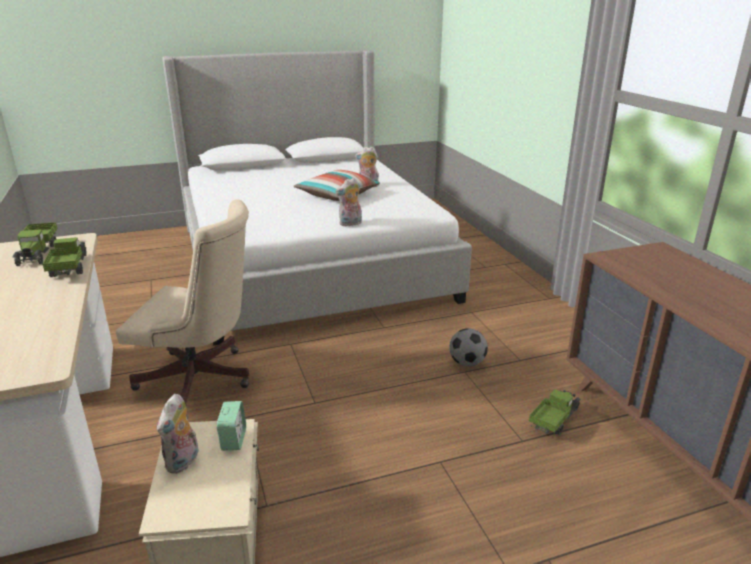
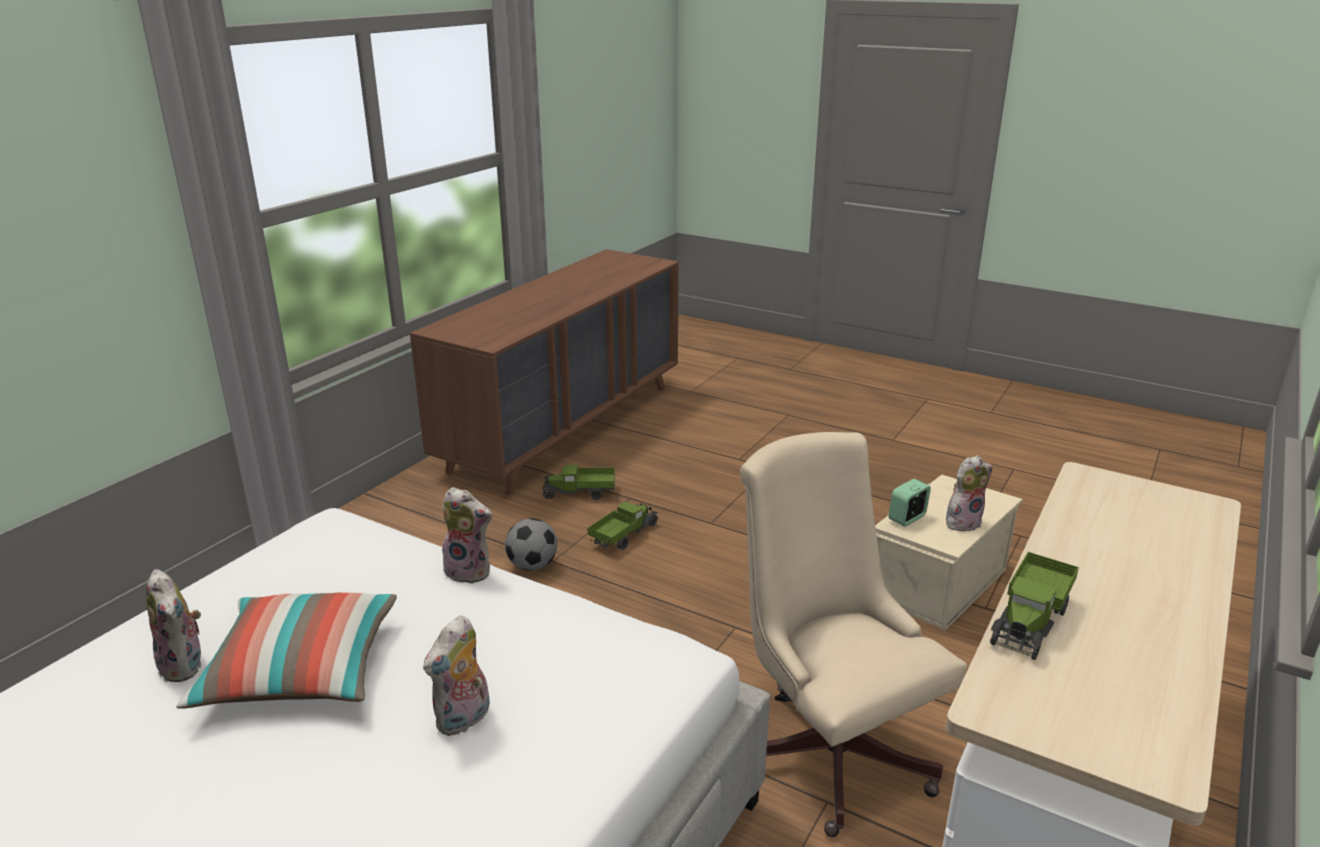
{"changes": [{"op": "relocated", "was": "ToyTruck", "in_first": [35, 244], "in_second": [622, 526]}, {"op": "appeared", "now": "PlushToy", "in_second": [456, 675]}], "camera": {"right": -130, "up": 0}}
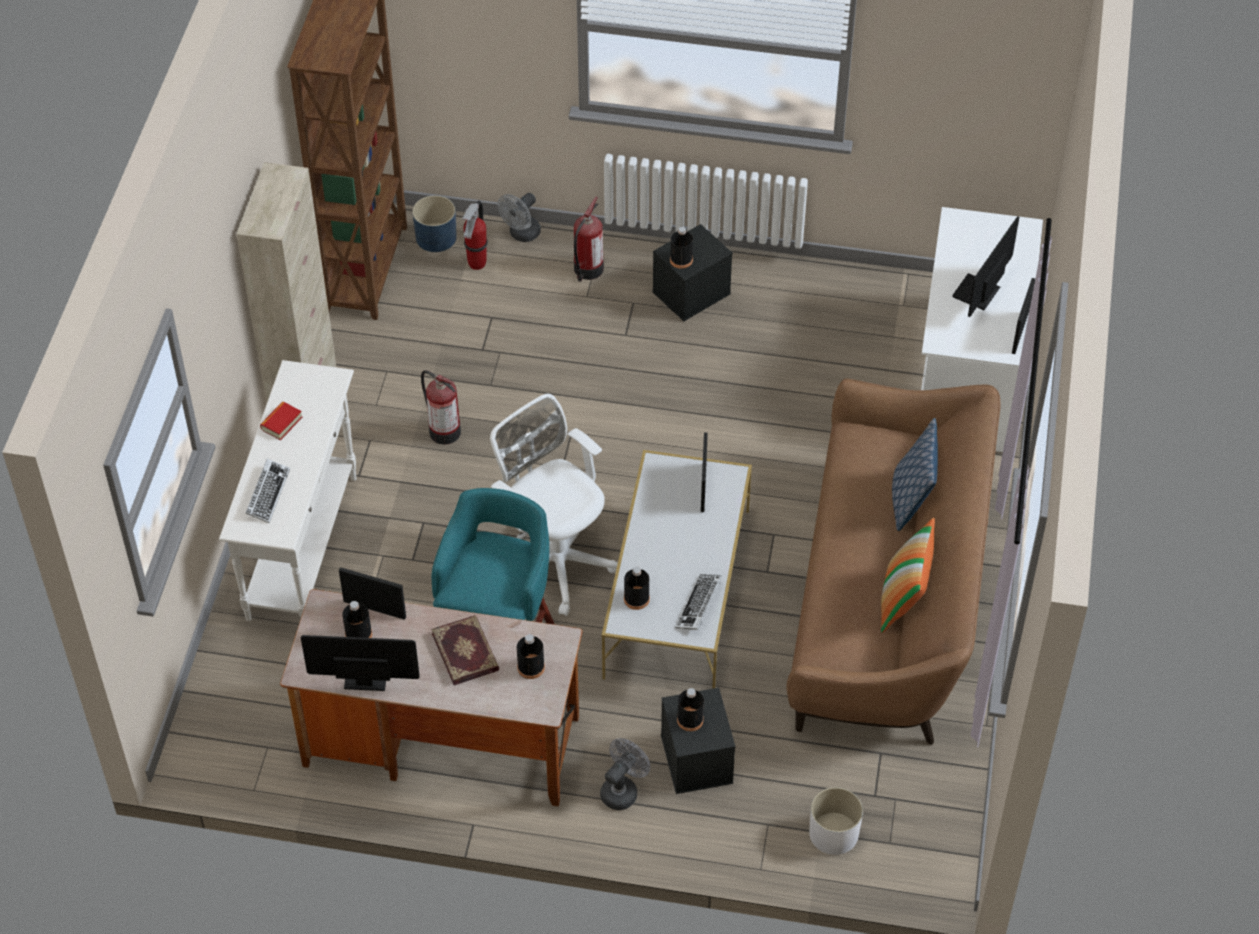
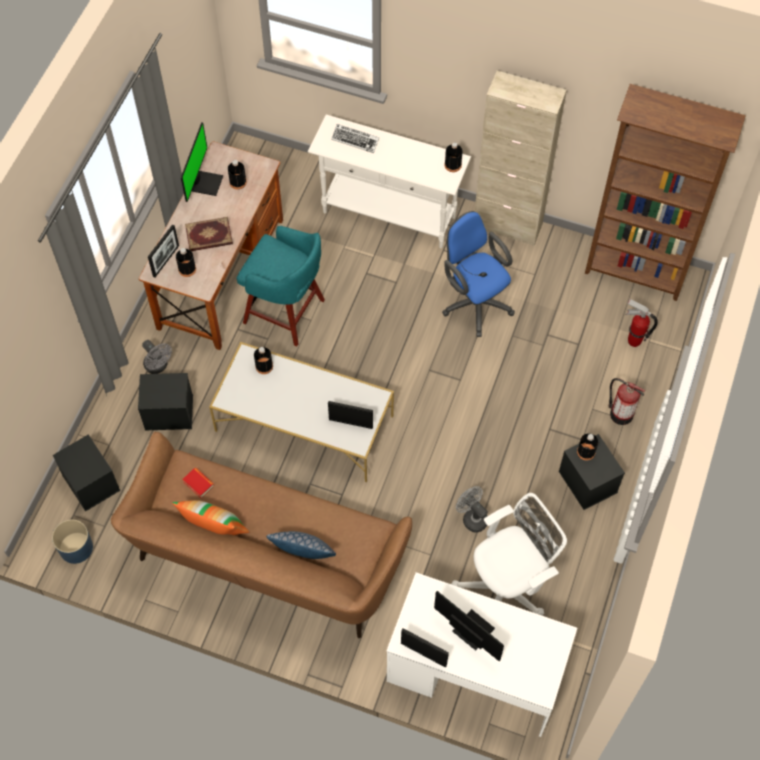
{"changes": [{"op": "relocated", "was": "Book", "in_first": [281, 421], "in_second": [198, 483]}, {"op": "relocated", "was": "PictureFrame", "in_first": [372, 593], "in_second": [163, 250]}, {"op": "relocated", "was": "BluePlanter", "in_first": [434, 224], "in_second": [72, 541]}, {"op": "exchanged", "was": "FireExtinguisher", "now": "BlueOfficeChair", "in_first": [441, 407], "in_second": [478, 274]}, {"op": "relocated", "was": "WhiteOfficeChair", "in_first": [554, 505], "in_second": [509, 554]}, {"op": "relocated", "was": "GreyFan", "in_first": [519, 217], "in_second": [472, 509]}, {"op": "missing", "was": "Keyboard", "in_first": [699, 602]}, {"op": "relocated", "was": "BlackBottle", "in_first": [690, 709], "in_second": [454, 157]}, {"op": "exchanged", "was": "WhitePlanter", "now": "BlackStorageBox", "in_first": [836, 821], "in_second": [86, 473]}], "camera": {"right": 100, "up": 10}}
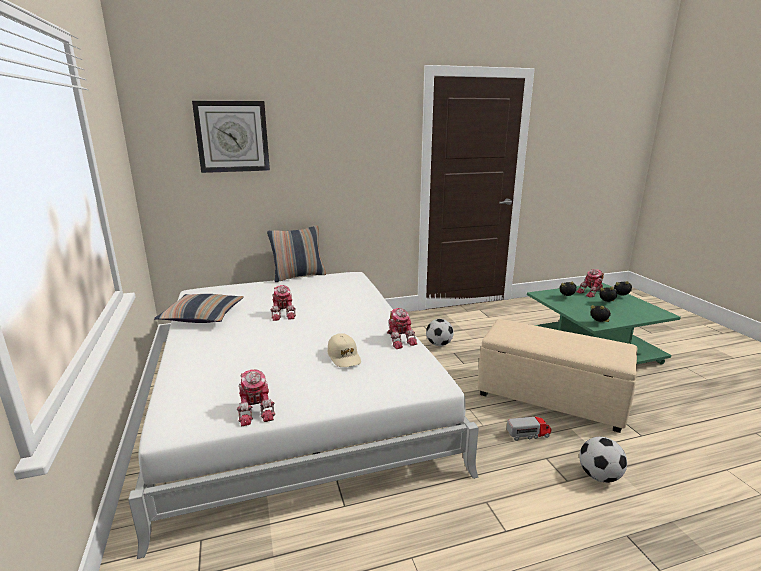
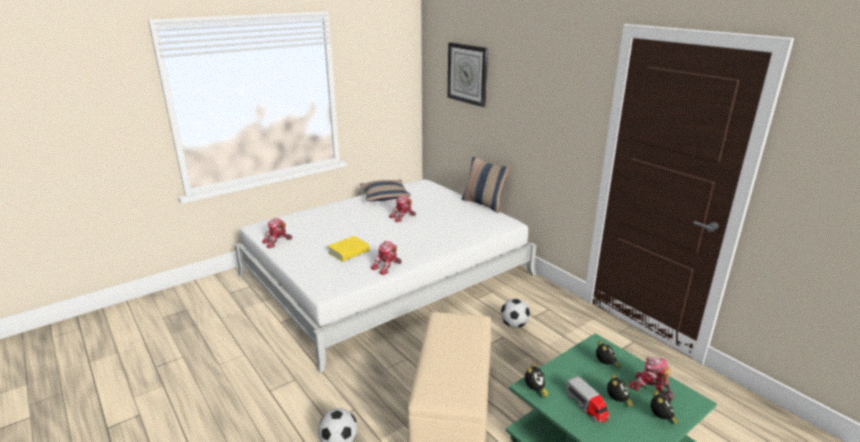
{"changes": [{"op": "exchanged", "was": "BeigeCap", "now": "YellowBook", "in_first": [344, 350], "in_second": [348, 249]}, {"op": "relocated", "was": "ToyTruck", "in_first": [529, 428], "in_second": [587, 399]}], "camera": {"right": 70, "up": 5}}
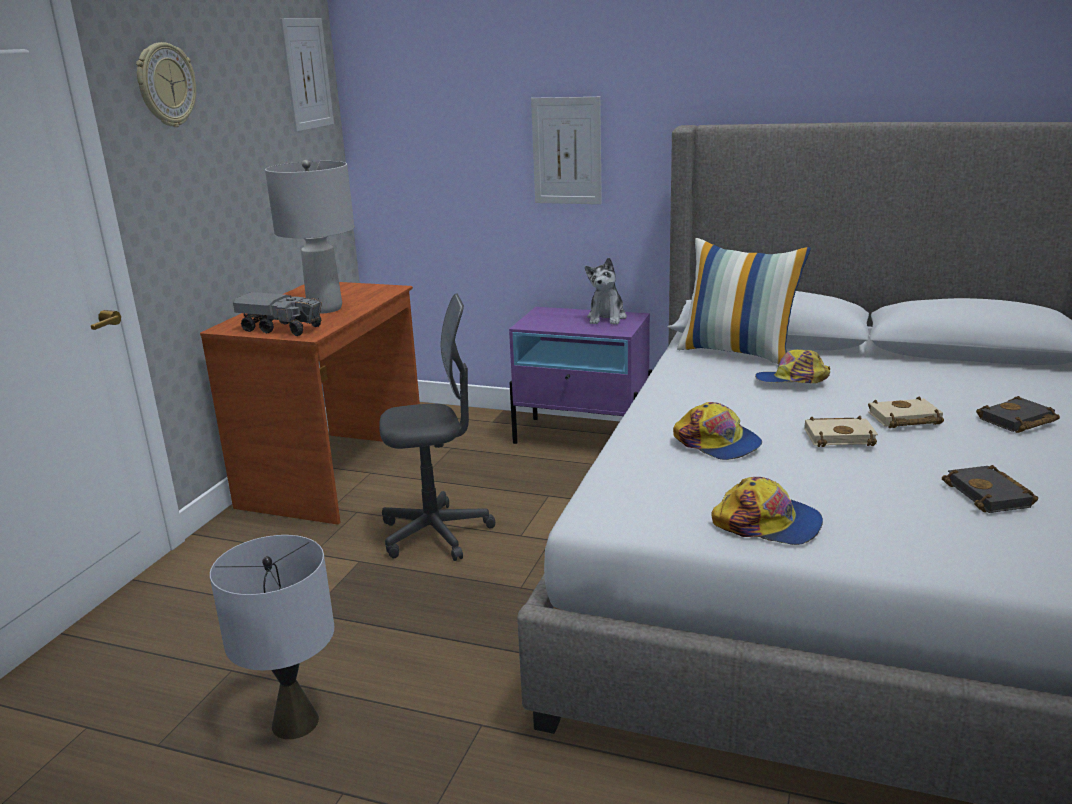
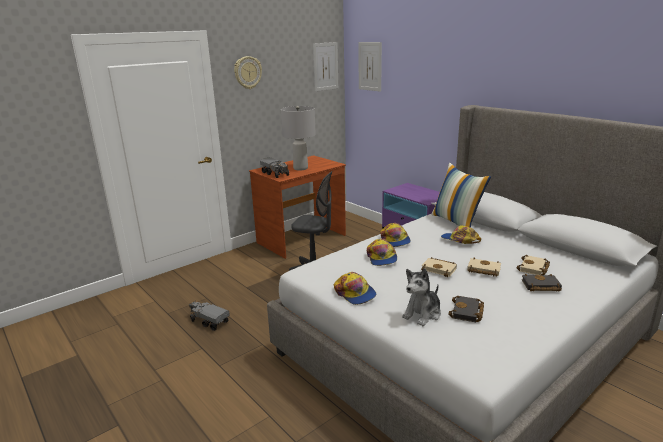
{"changes": [{"op": "exchanged", "was": "GreyTableLamp", "now": "ToyTruck", "in_first": [272, 637], "in_second": [209, 316]}, {"op": "relocated", "was": "Picture", "in_first": [566, 150], "in_second": [370, 67]}, {"op": "relocated", "was": "PlushToy", "in_first": [606, 291], "in_second": [421, 297]}, {"op": "appeared", "now": "Cap", "in_second": [395, 235]}, {"op": "appeared", "now": "BeigeBook", "in_second": [533, 265]}], "camera": {"right": 30, "up": 0}}
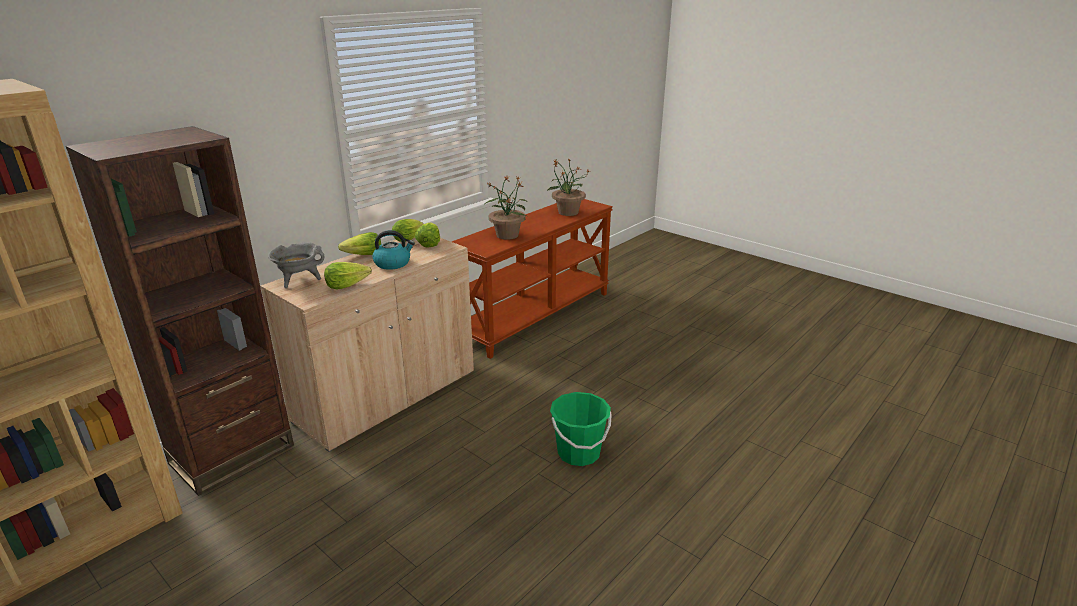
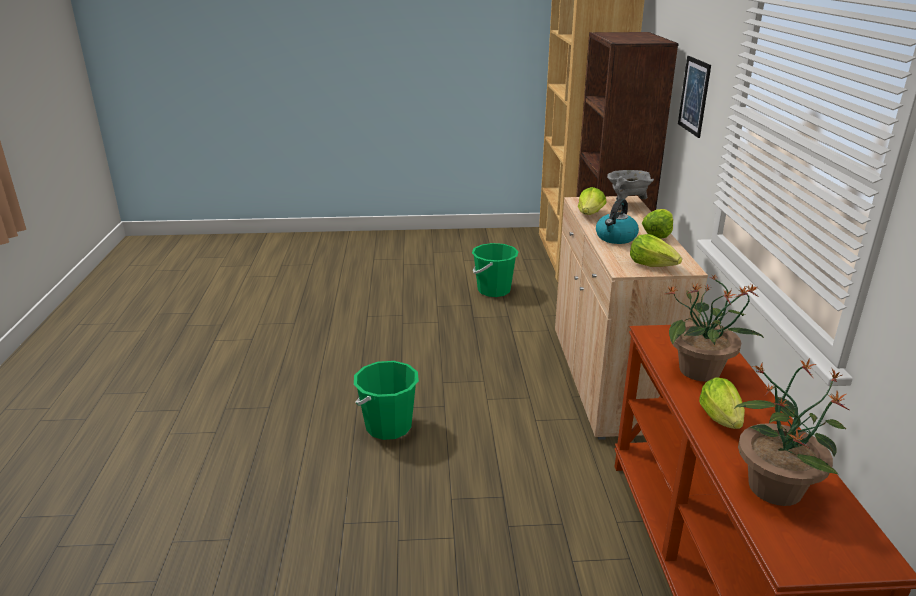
{"changes": [{"op": "relocated", "was": "Lettuce", "in_first": [407, 230], "in_second": [722, 403]}, {"op": "appeared", "now": "GreenBucket", "in_second": [495, 270]}, {"op": "appeared", "now": "Picture", "in_second": [694, 97]}], "camera": {"right": 135, "up": 0}}
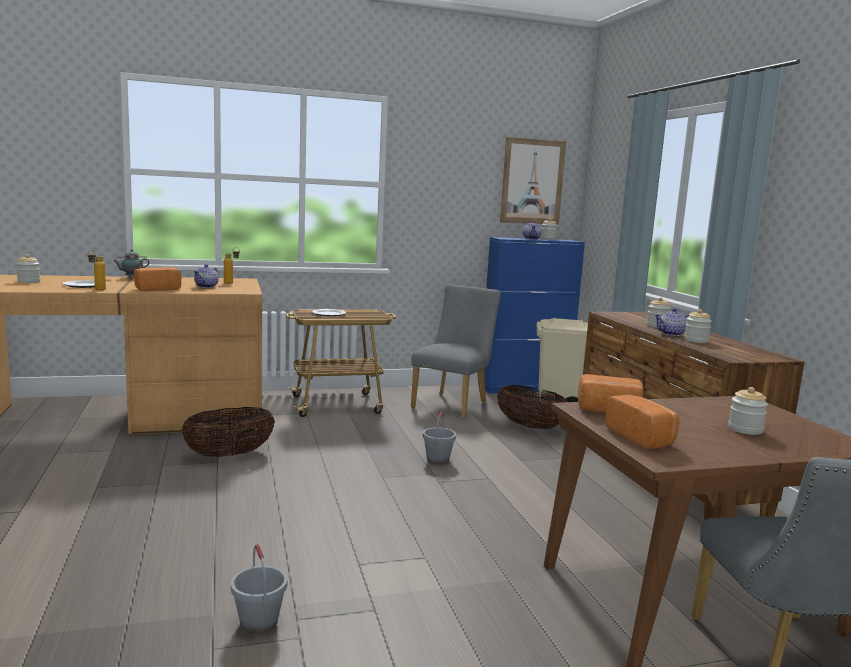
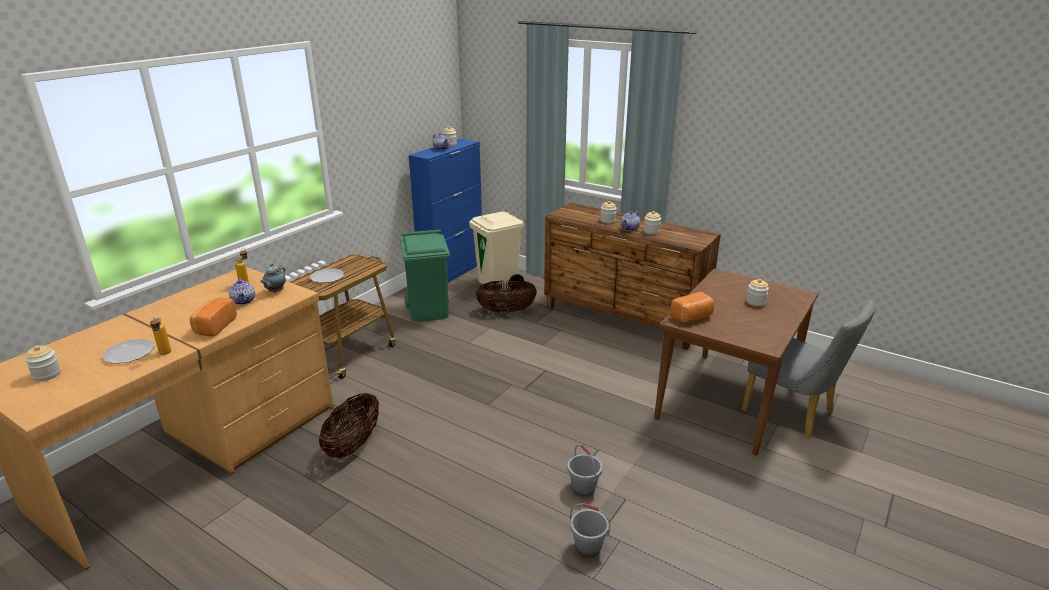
{"changes": [{"op": "relocated", "was": "Teapot", "in_first": [131, 263], "in_second": [273, 278]}, {"op": "exchanged", "was": "GreyChair", "now": "GreenTrashCan", "in_first": [456, 352], "in_second": [425, 275]}, {"op": "relocated", "was": "GreyBucket", "in_first": [439, 438], "in_second": [584, 470]}, {"op": "missing", "was": "Picture", "in_first": [533, 181]}, {"op": "missing", "was": "Bread", "in_first": [642, 422]}], "camera": {"right": -40, "up": 15}}
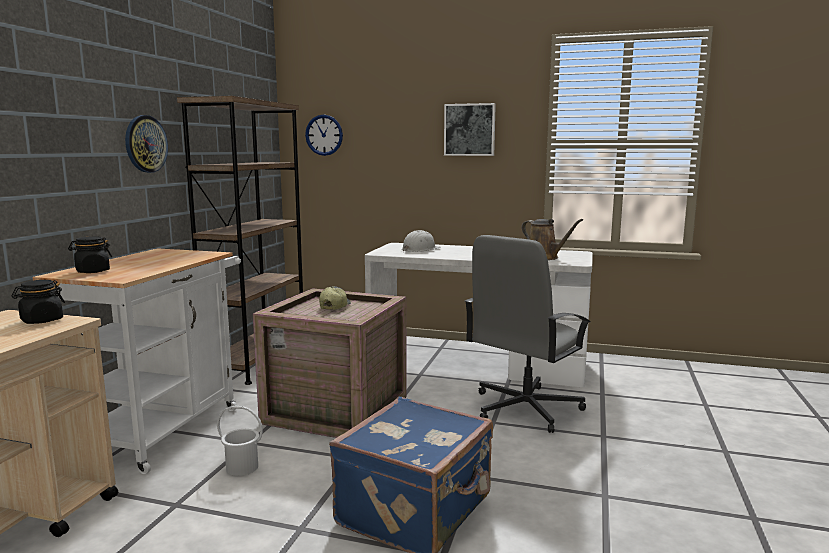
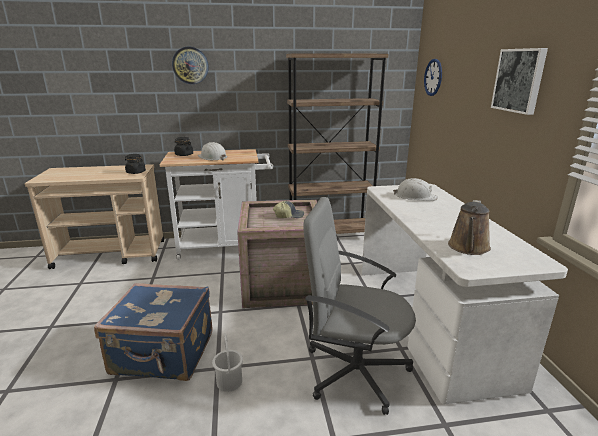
{"changes": [{"op": "relocated", "was": "WallClock", "in_first": [146, 144], "in_second": [190, 65]}, {"op": "relocated", "was": "WhiteBucket", "in_first": [240, 441], "in_second": [227, 362]}, {"op": "appeared", "now": "WhiteHardHat", "in_second": [212, 151]}], "camera": {"right": 65, "up": 10}}
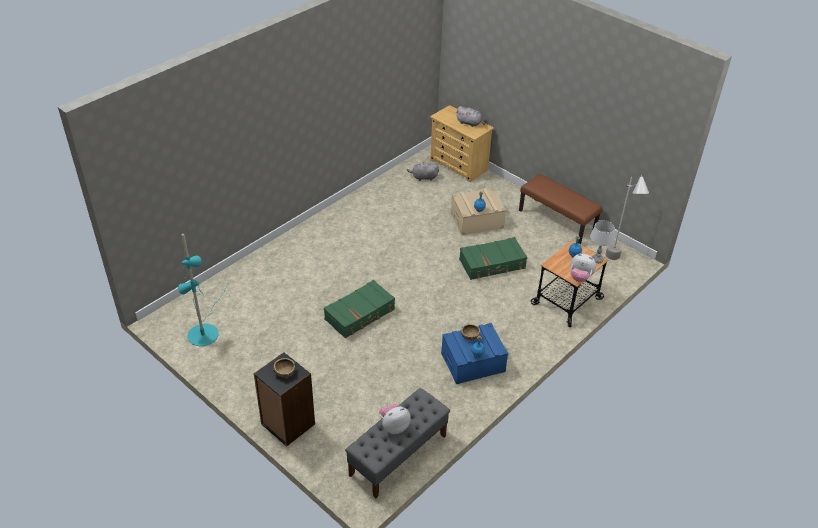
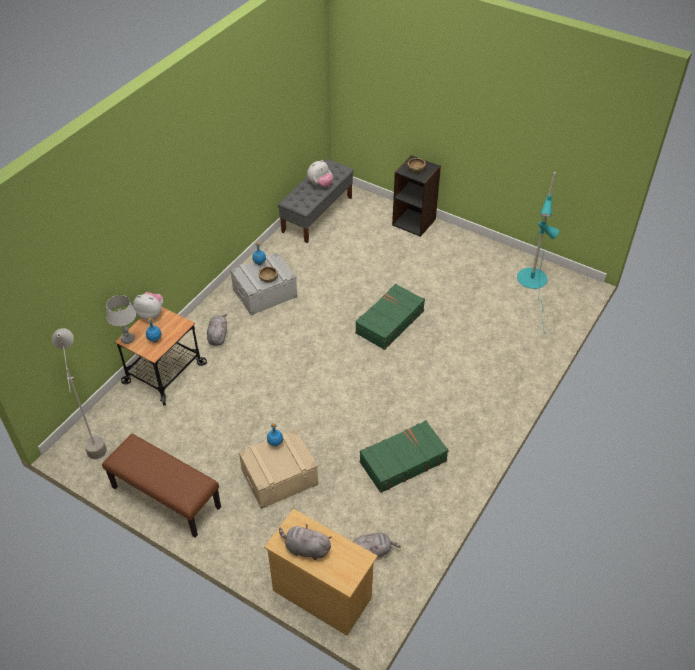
{"changes": [{"op": "colour", "was": "BlueStorageBox", "now": "GreyStorageBox", "in_first": [474, 353], "in_second": [263, 284]}, {"op": "relocated", "was": "GreenSuitcase", "in_first": [493, 258], "in_second": [404, 456]}, {"op": "appeared", "now": "GreyPlushToy", "in_second": [217, 330]}], "camera": {"right": 170, "up": 5}}
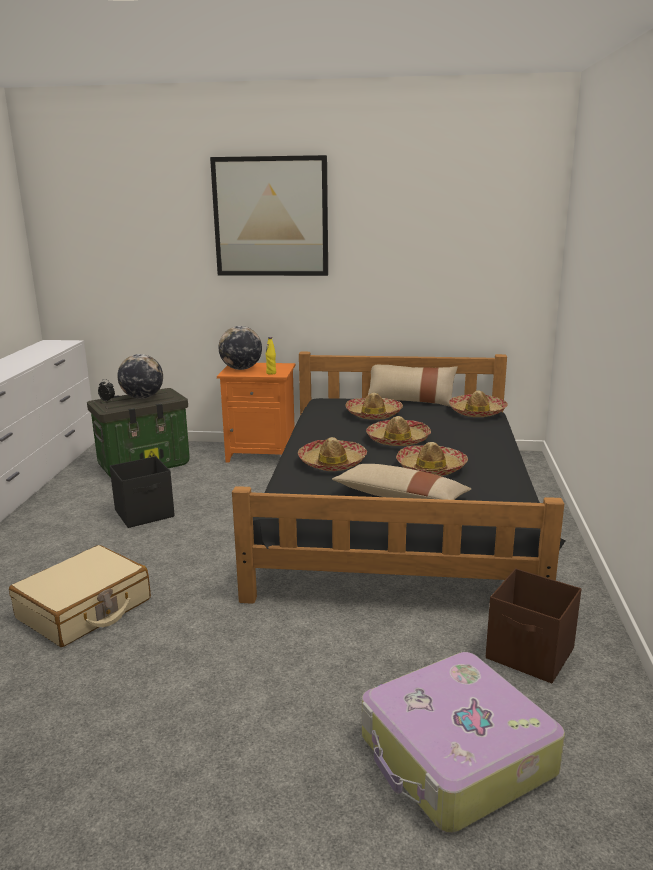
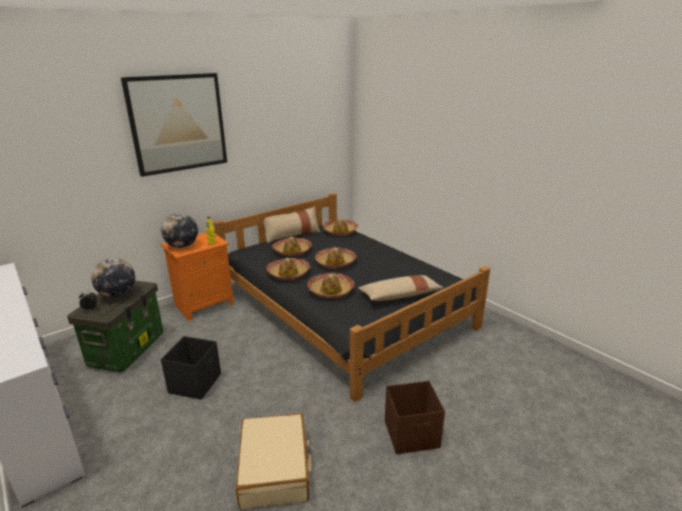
{"changes": [{"op": "missing", "was": "Suitcase", "in_first": [463, 742]}, {"op": "relocated", "was": "Hat", "in_first": [432, 459], "in_second": [288, 269]}, {"op": "relocated", "was": "BrownStorageBox", "in_first": [533, 626], "in_second": [415, 417]}], "camera": {"right": -45, "up": 5}}
